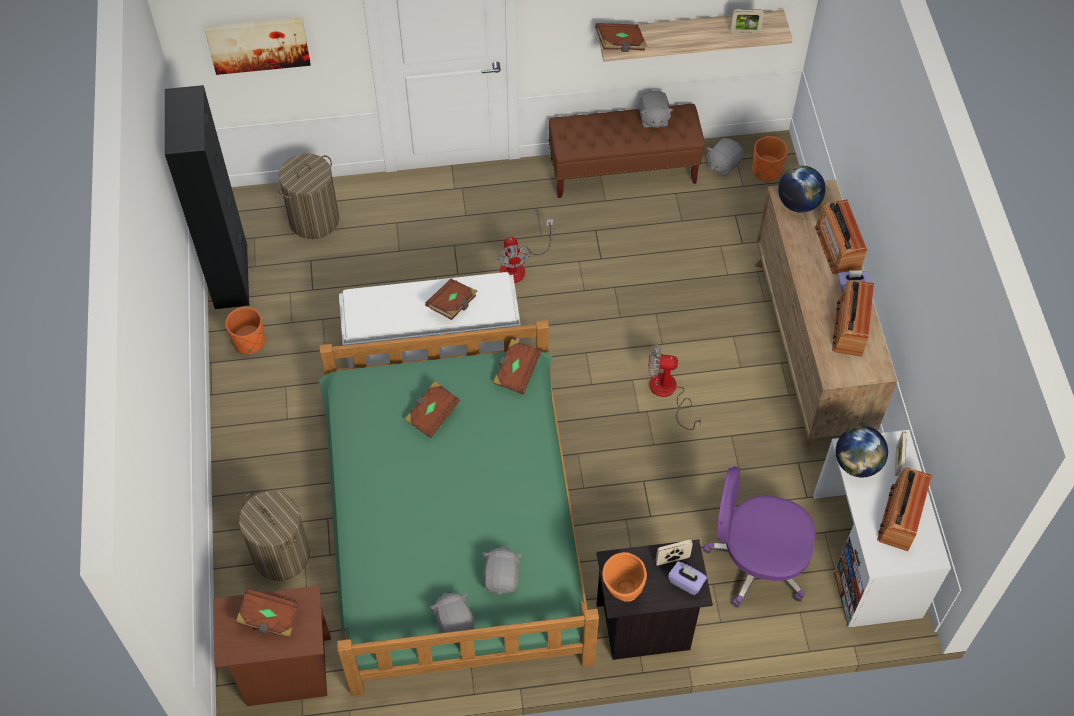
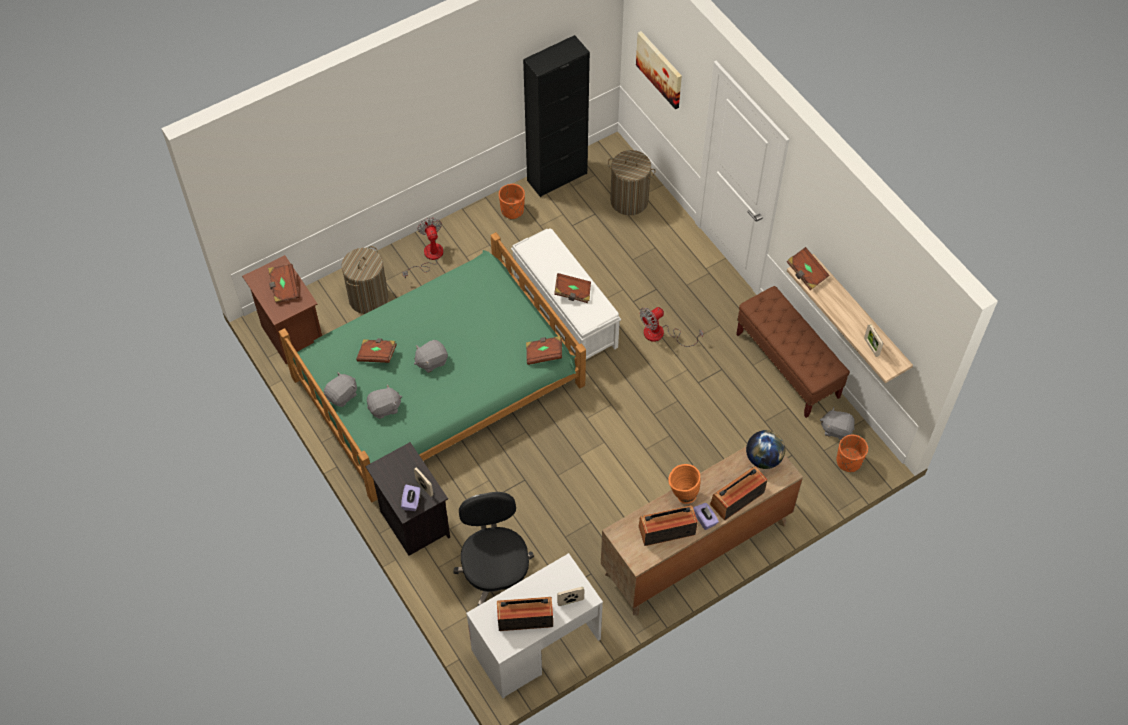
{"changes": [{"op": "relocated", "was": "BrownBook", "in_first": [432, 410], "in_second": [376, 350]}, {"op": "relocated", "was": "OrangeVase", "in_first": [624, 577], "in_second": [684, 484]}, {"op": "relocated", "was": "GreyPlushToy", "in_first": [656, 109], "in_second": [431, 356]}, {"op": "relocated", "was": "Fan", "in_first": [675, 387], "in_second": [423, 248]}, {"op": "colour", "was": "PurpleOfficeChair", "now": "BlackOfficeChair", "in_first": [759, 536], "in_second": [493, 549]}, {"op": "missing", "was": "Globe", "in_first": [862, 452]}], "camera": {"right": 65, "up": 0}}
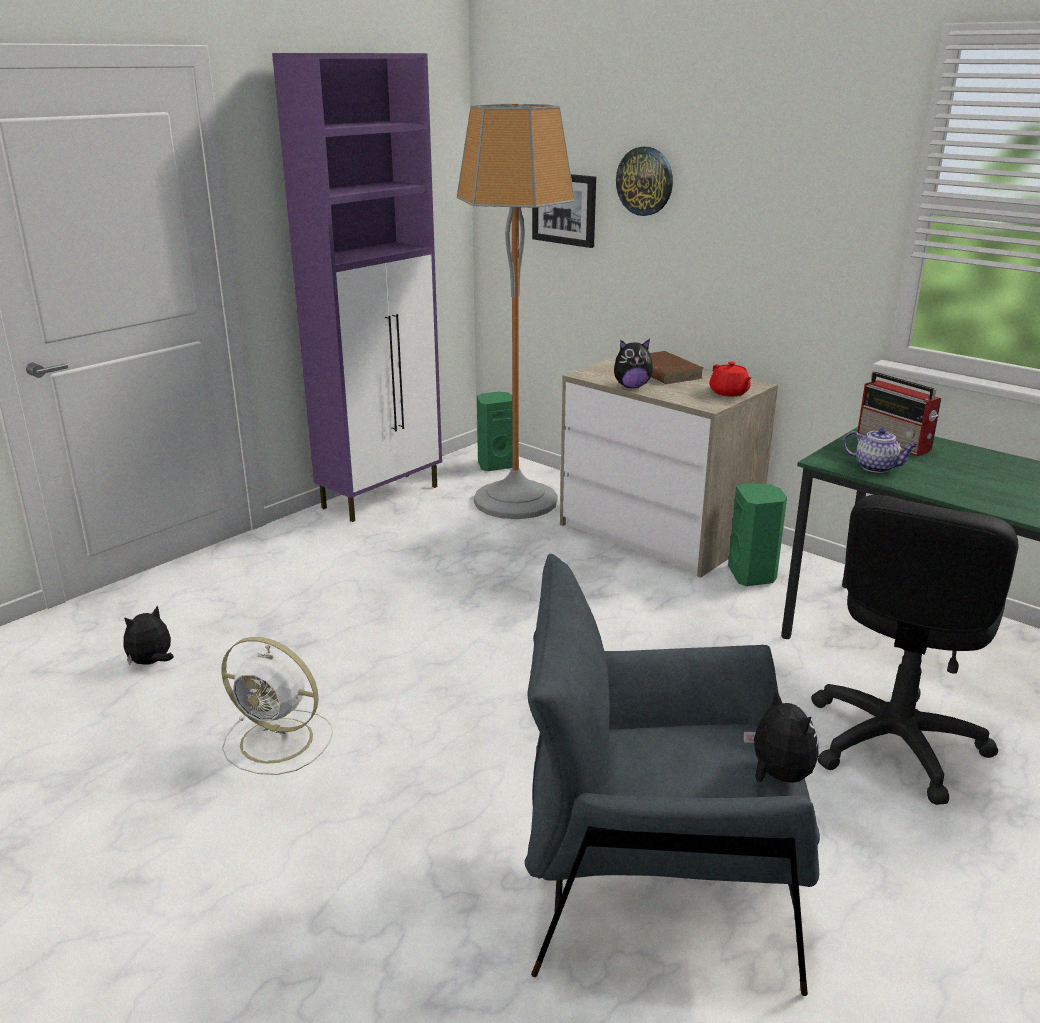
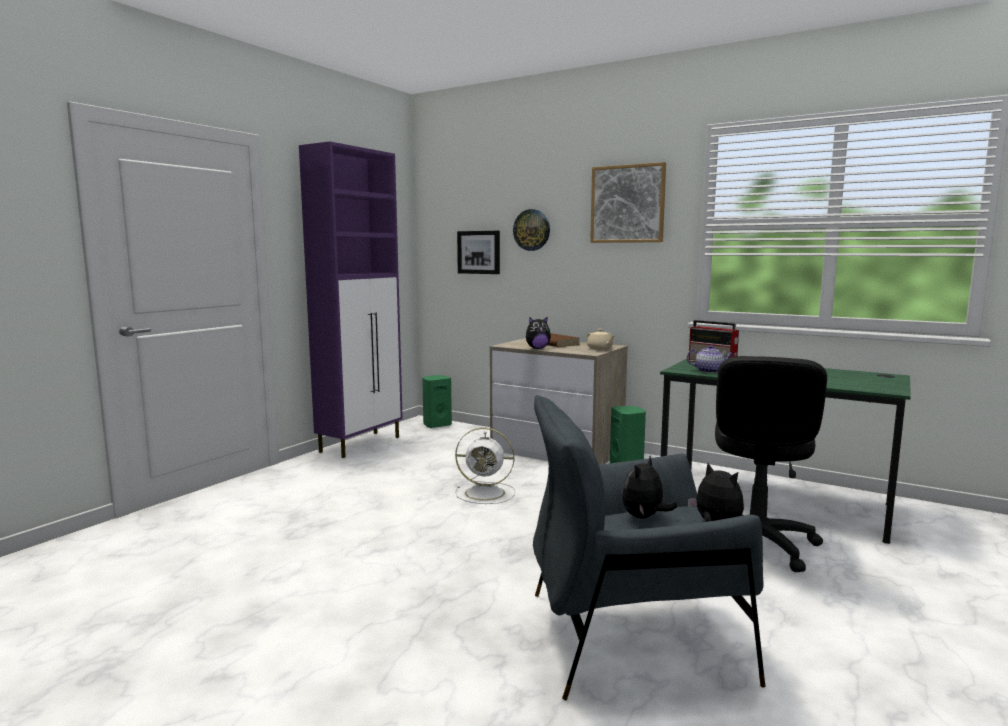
{"changes": [{"op": "relocated", "was": "PlushToy", "in_first": [148, 635], "in_second": [649, 487]}, {"op": "relocated", "was": "WhiteFan", "in_first": [277, 706], "in_second": [485, 466]}, {"op": "missing", "was": "FloorLamp", "in_first": [516, 311]}, {"op": "colour", "was": "RedTeapot", "now": "BeigeTeapot", "in_first": [730, 379], "in_second": [601, 339]}, {"op": "appeared", "now": "Picture", "in_second": [628, 202]}], "camera": {"right": -10, "up": -15}}
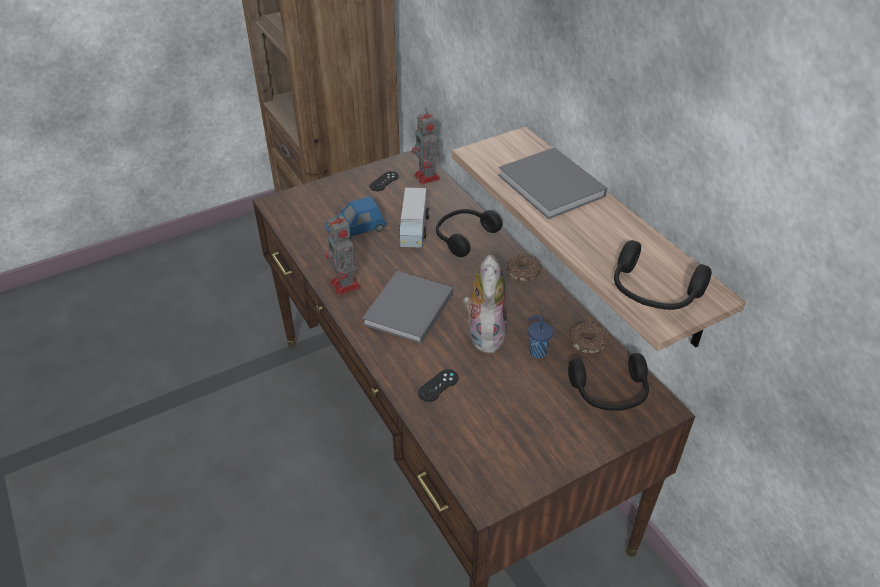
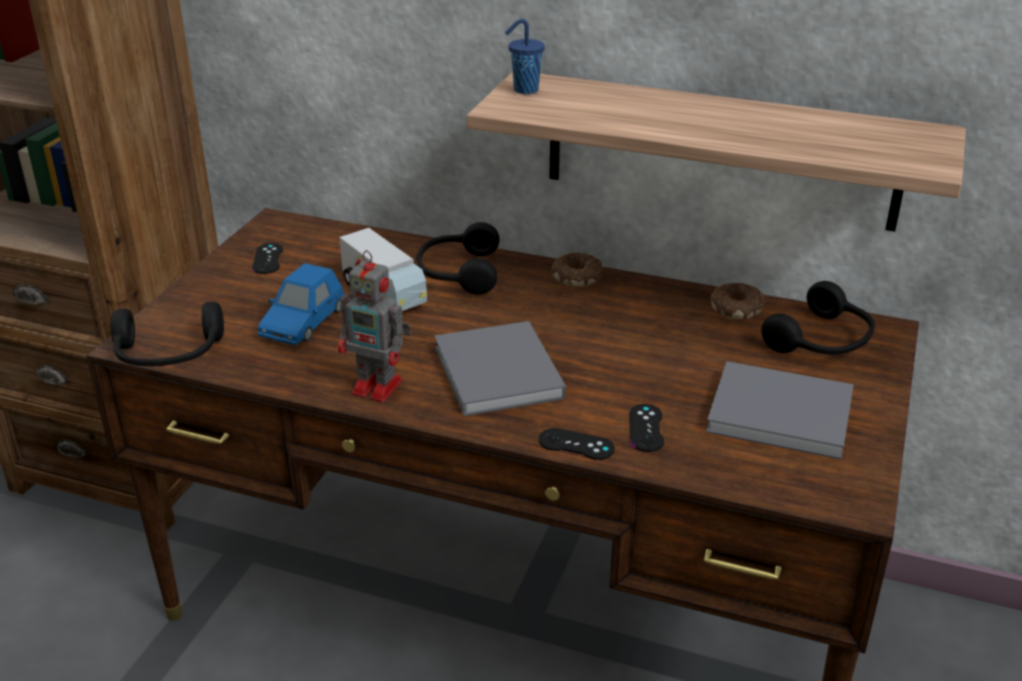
{"changes": [{"op": "missing", "was": "ToyRobot", "in_first": [426, 146]}, {"op": "missing", "was": "PlushToy", "in_first": [485, 304]}, {"op": "relocated", "was": "GreyBook", "in_first": [552, 183], "in_second": [780, 410]}, {"op": "relocated", "was": "BlueCup", "in_first": [540, 337], "in_second": [524, 56]}, {"op": "relocated", "was": "BlackHeadphones", "in_first": [663, 275], "in_second": [167, 334]}, {"op": "appeared", "now": "BlackGameController", "in_second": [577, 444]}], "camera": {"right": -40, "up": -10}}
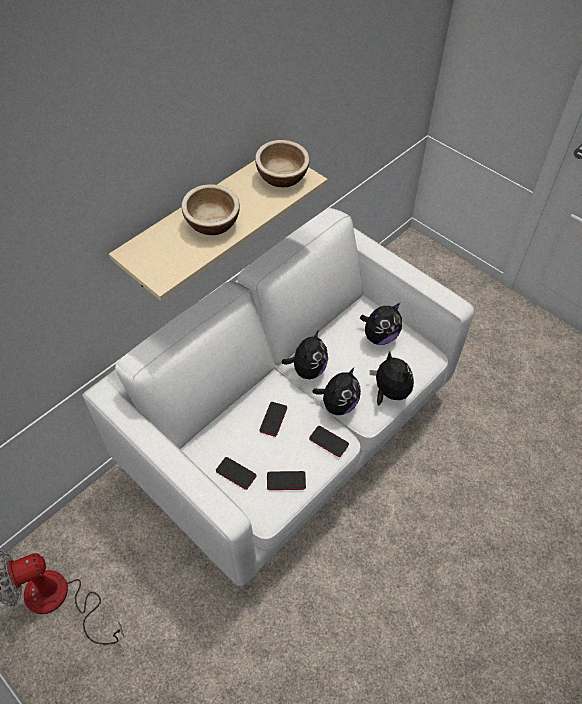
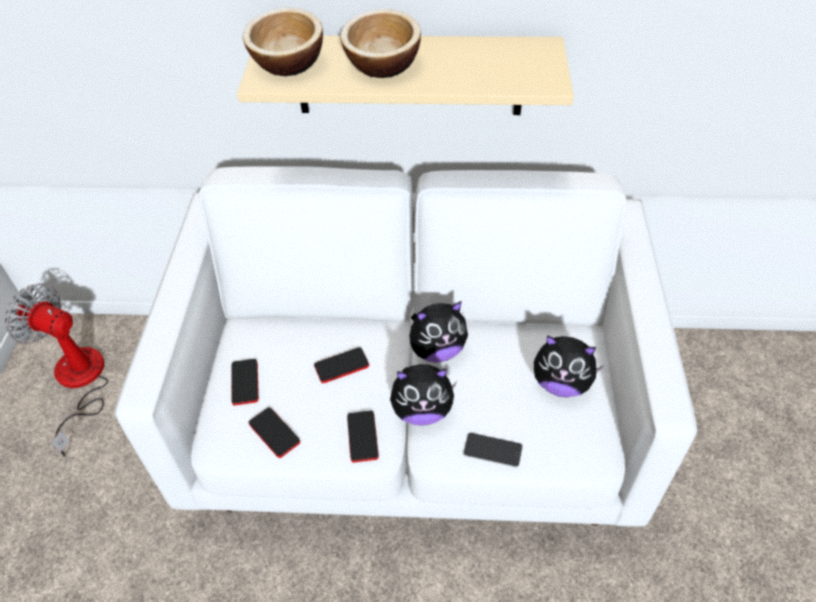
{"changes": [{"op": "relocated", "was": "Bowl", "in_first": [282, 163], "in_second": [283, 42]}, {"op": "exchanged", "was": "PlushToy", "now": "Phone", "in_first": [392, 378], "in_second": [493, 450]}], "camera": {"right": 50, "up": -5}}
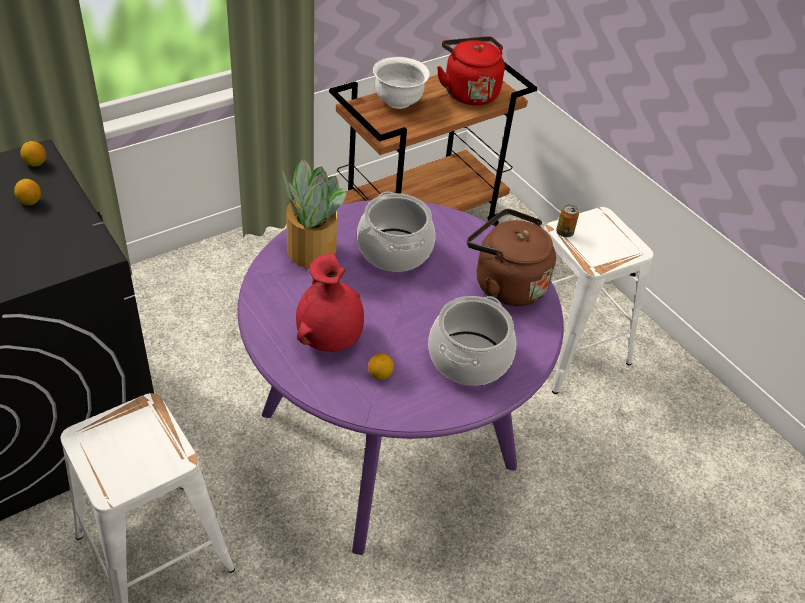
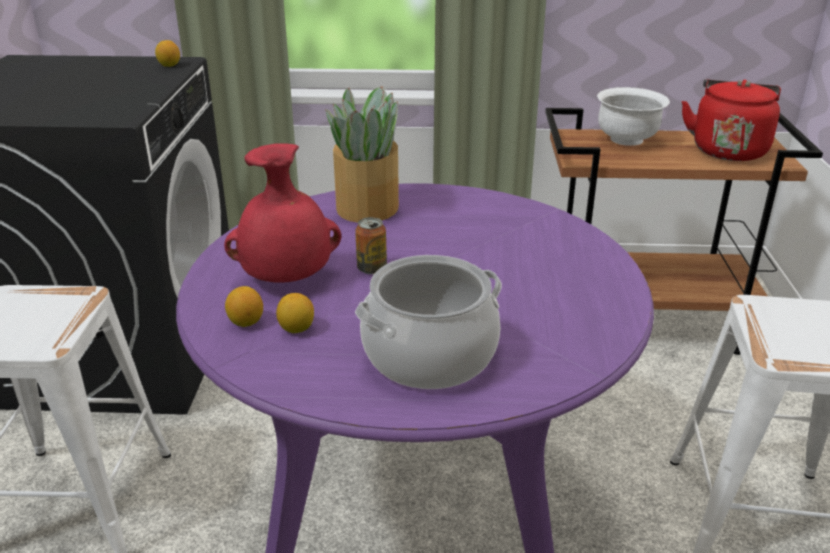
{"changes": [{"op": "relocated", "was": "Lemon", "in_first": [27, 192], "in_second": [244, 306]}, {"op": "missing", "was": "CookingPot", "in_first": [396, 232]}, {"op": "missing", "was": "BrownKettle", "in_first": [511, 257]}, {"op": "relocated", "was": "Can", "in_first": [567, 220], "in_second": [371, 245]}], "camera": {"right": 40, "up": -15}}
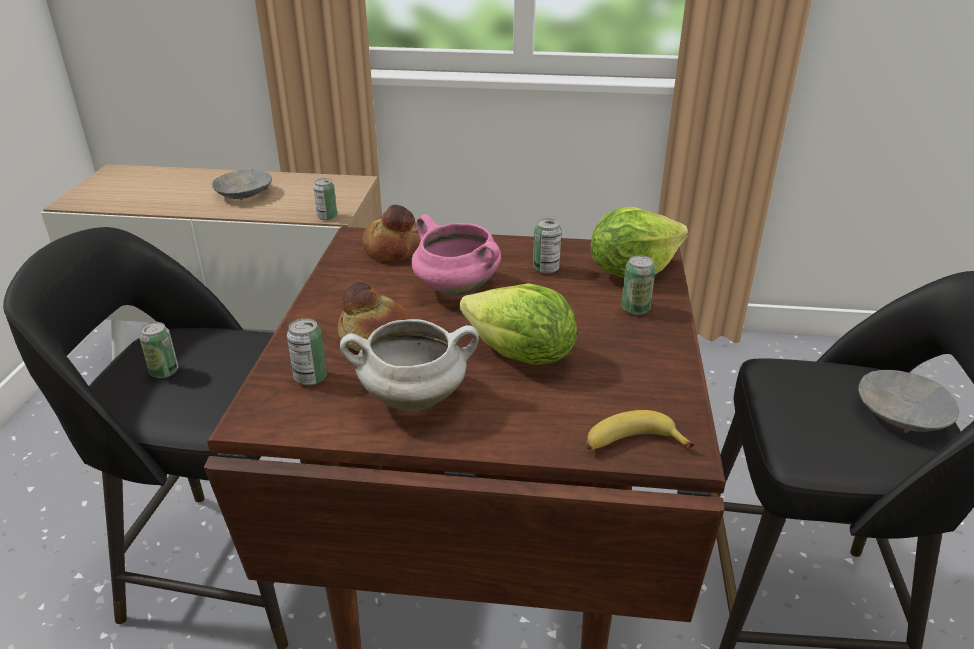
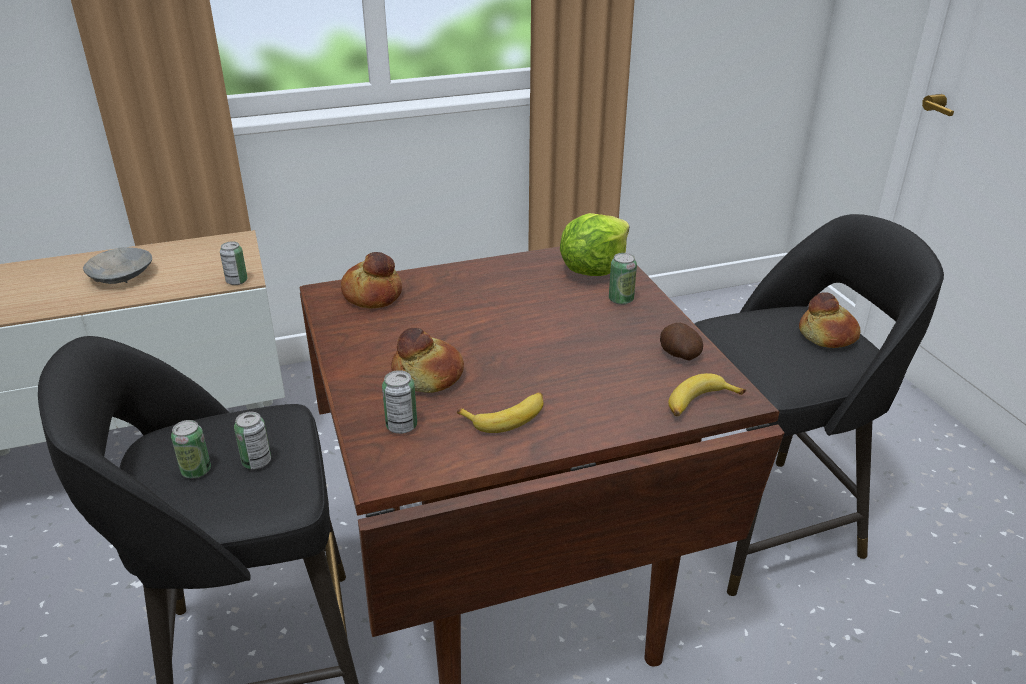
{"changes": [{"op": "exchanged", "was": "WhiteCookingPot", "now": "Banana", "in_first": [409, 365], "in_second": [500, 412]}, {"op": "missing", "was": "PinkCookingPot", "in_first": [456, 254]}, {"op": "missing", "was": "Lettuce", "in_first": [518, 324]}, {"op": "relocated", "was": "Can", "in_first": [547, 246], "in_second": [252, 440]}, {"op": "exchanged", "was": "GreyBowl", "now": "Bread", "in_first": [909, 401], "in_second": [829, 320]}, {"op": "appeared", "now": "Potato", "in_second": [681, 342]}], "camera": {"right": -25, "up": 0}}
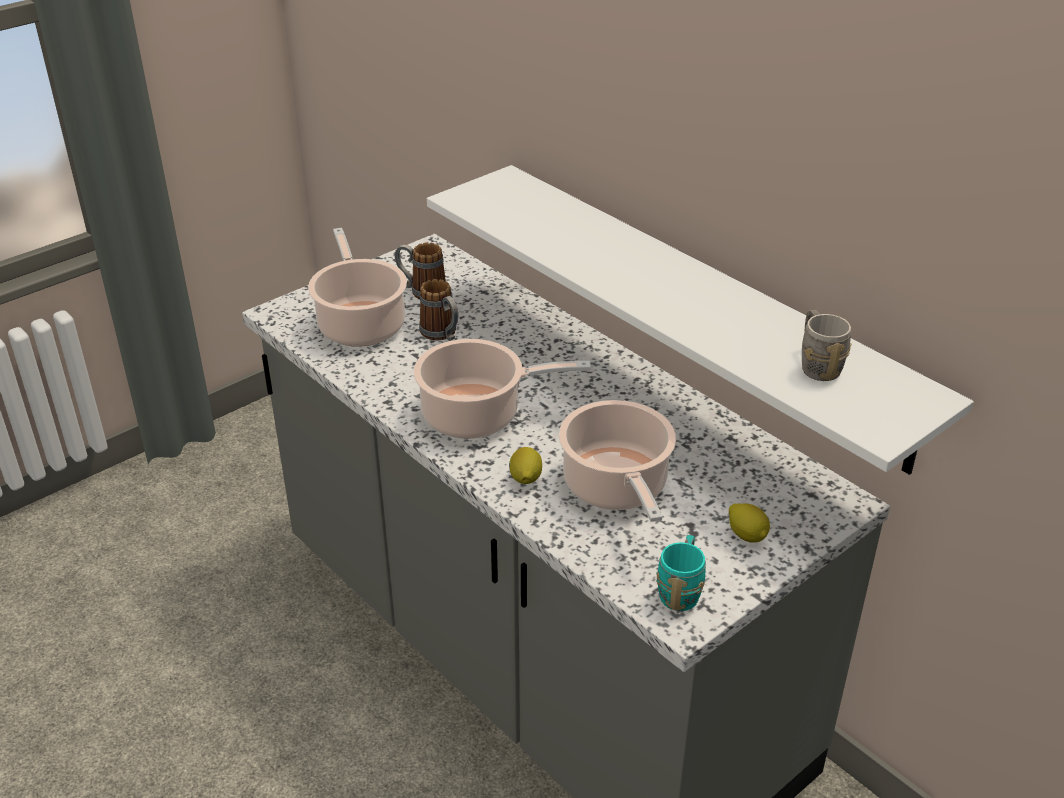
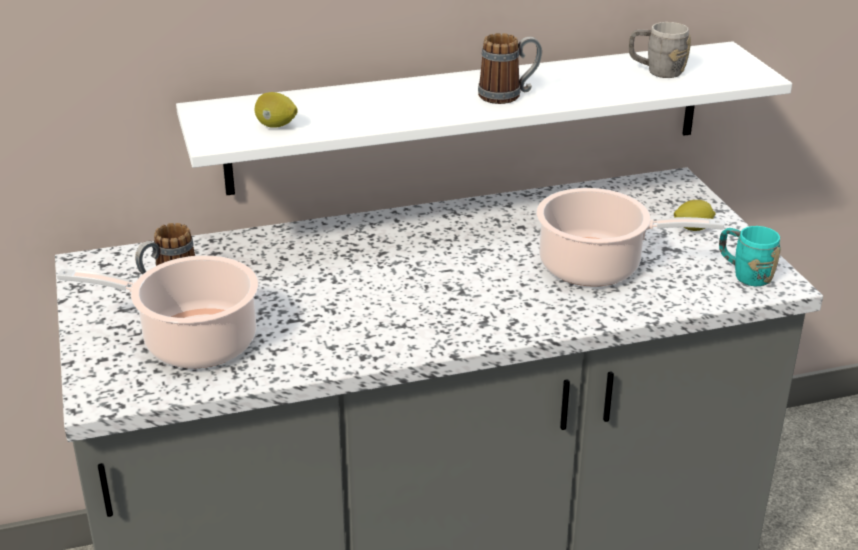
{"changes": [{"op": "missing", "was": "CookingPot", "in_first": [502, 389]}, {"op": "relocated", "was": "Mug", "in_first": [438, 310], "in_second": [510, 68]}, {"op": "relocated", "was": "Lemon", "in_first": [525, 465], "in_second": [276, 110]}], "camera": {"right": -65, "up": -5}}
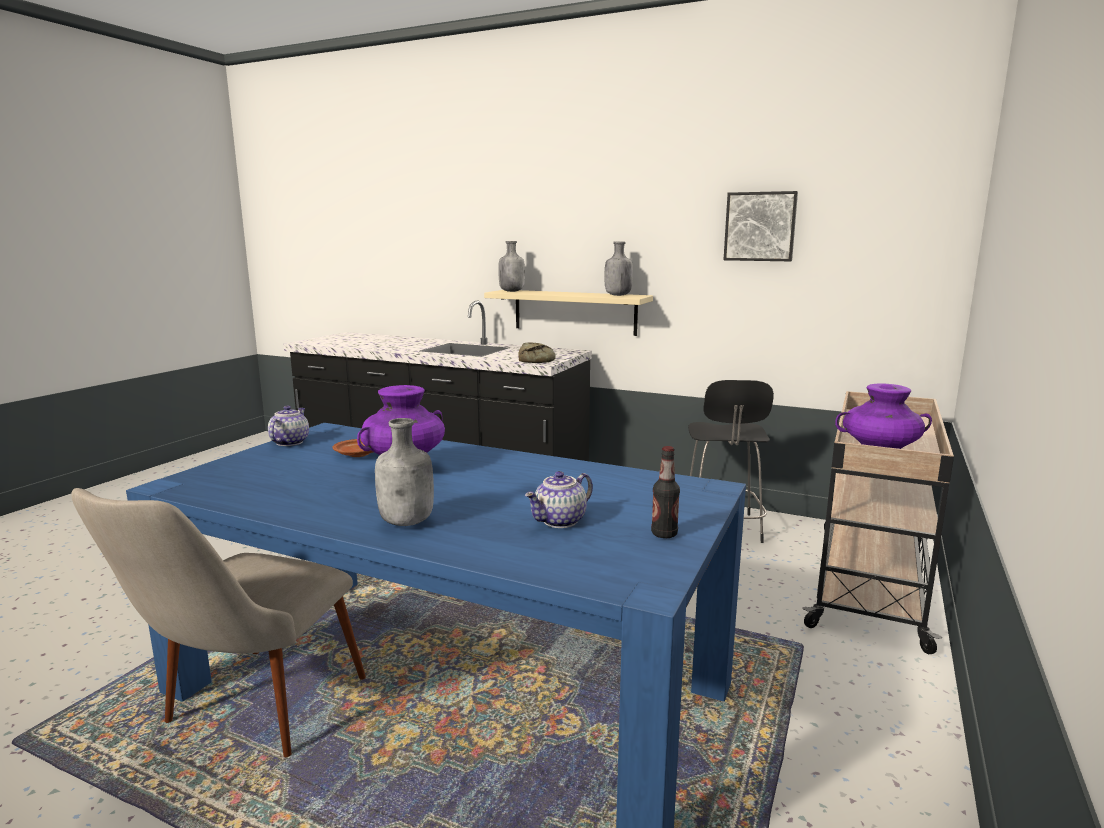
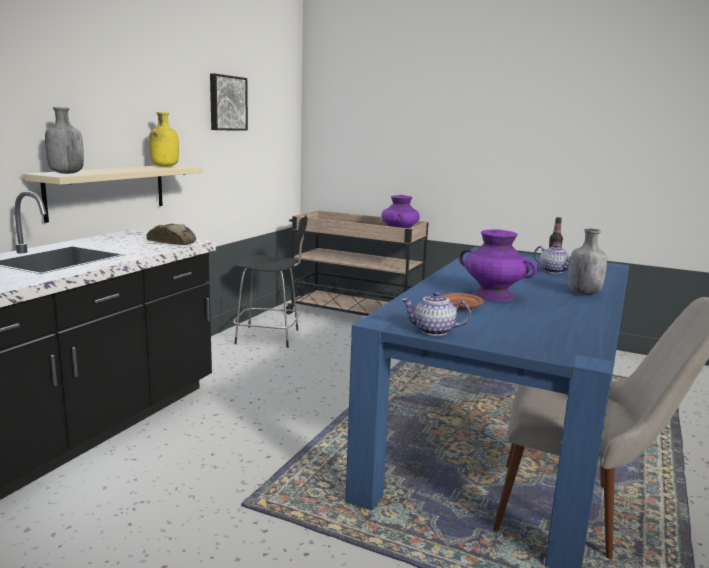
{"changes": [{"op": "colour", "was": "GreyBottle", "now": "YellowBottle", "in_first": [619, 269], "in_second": [164, 139]}], "camera": {"right": -90, "up": 0}}
